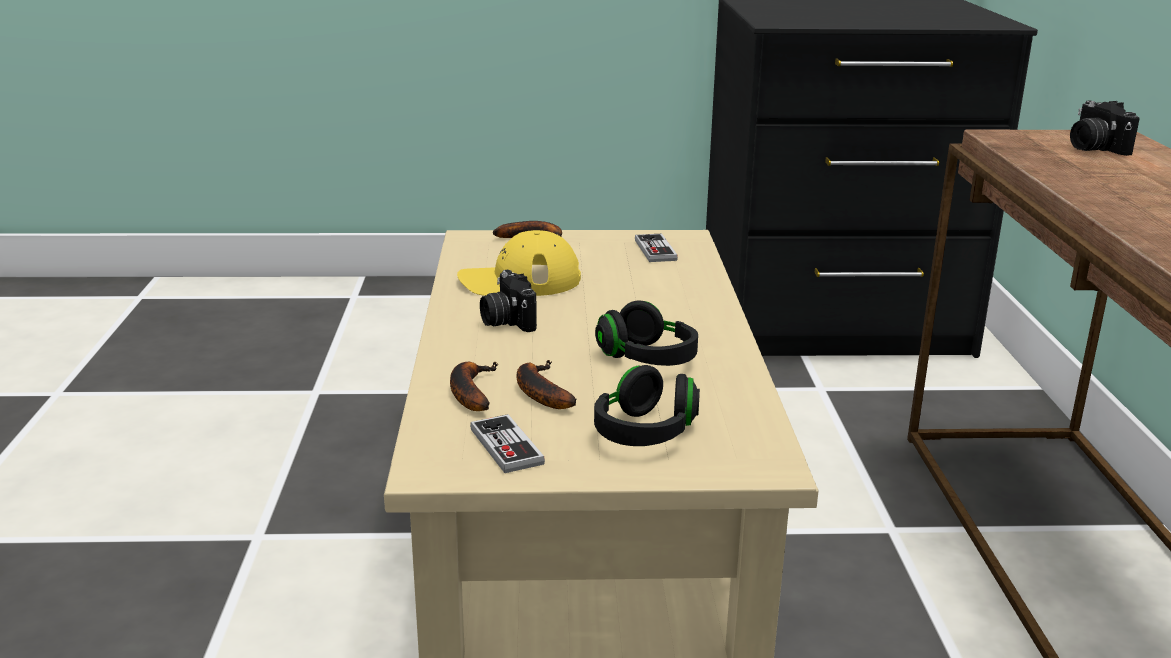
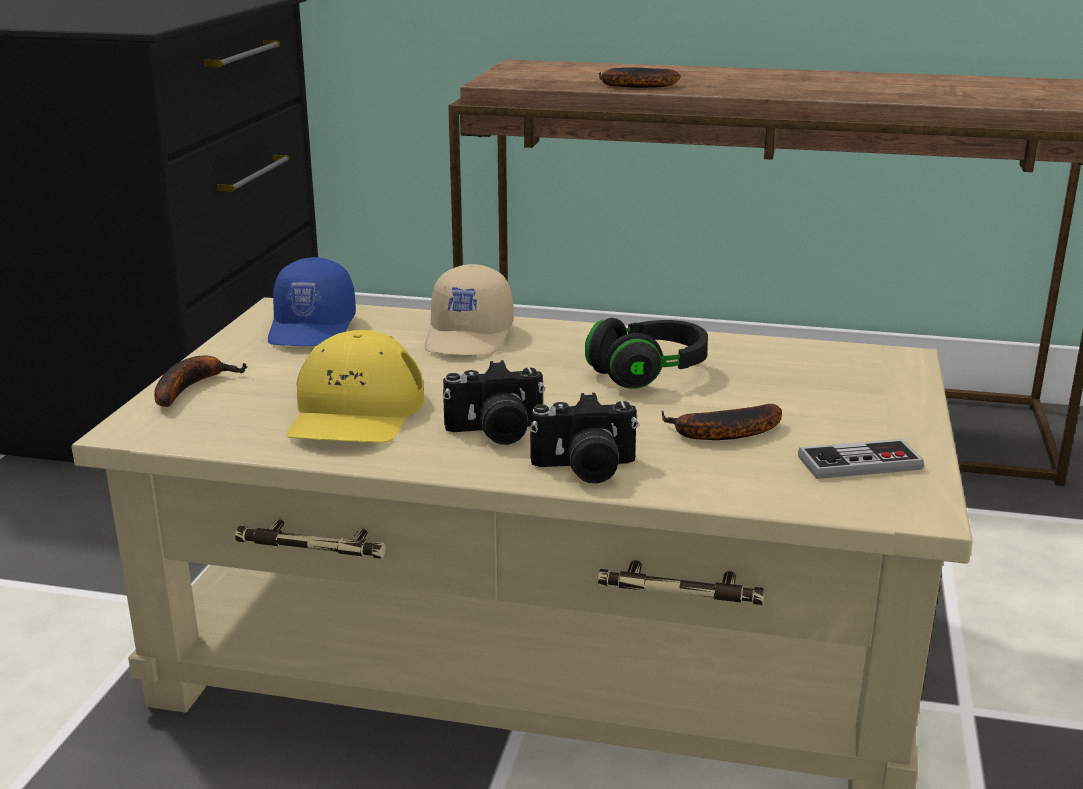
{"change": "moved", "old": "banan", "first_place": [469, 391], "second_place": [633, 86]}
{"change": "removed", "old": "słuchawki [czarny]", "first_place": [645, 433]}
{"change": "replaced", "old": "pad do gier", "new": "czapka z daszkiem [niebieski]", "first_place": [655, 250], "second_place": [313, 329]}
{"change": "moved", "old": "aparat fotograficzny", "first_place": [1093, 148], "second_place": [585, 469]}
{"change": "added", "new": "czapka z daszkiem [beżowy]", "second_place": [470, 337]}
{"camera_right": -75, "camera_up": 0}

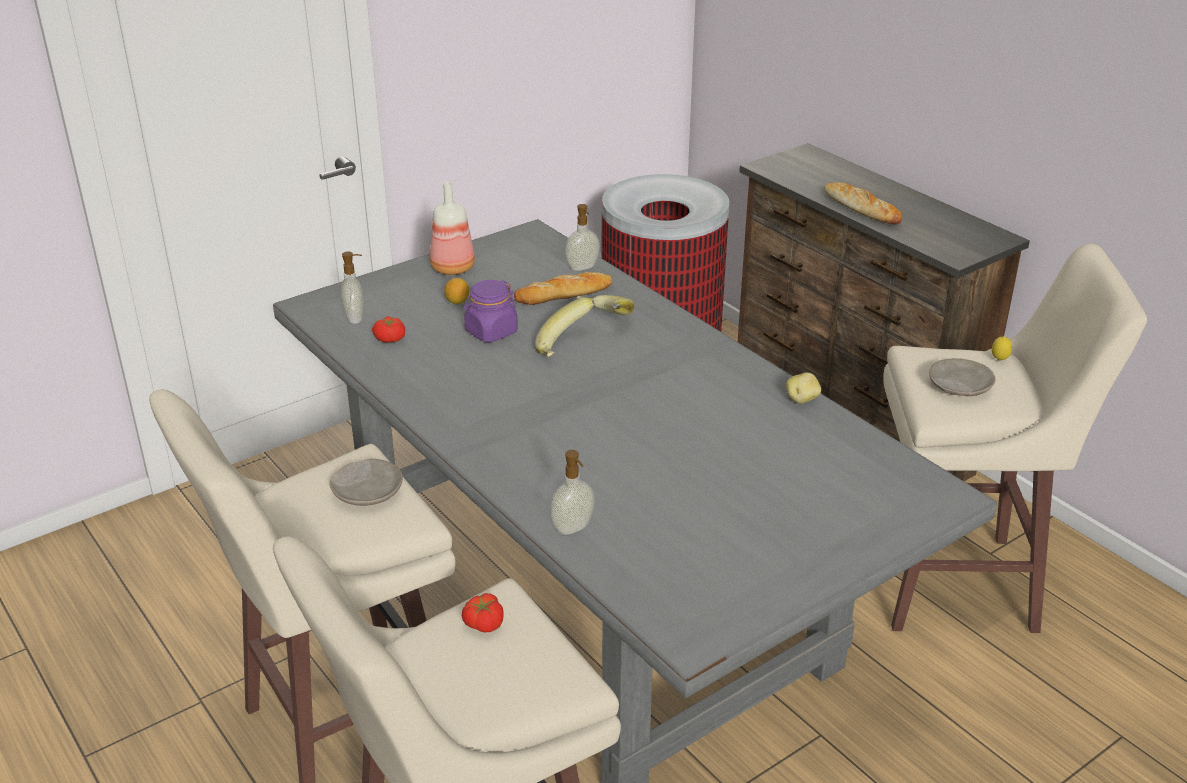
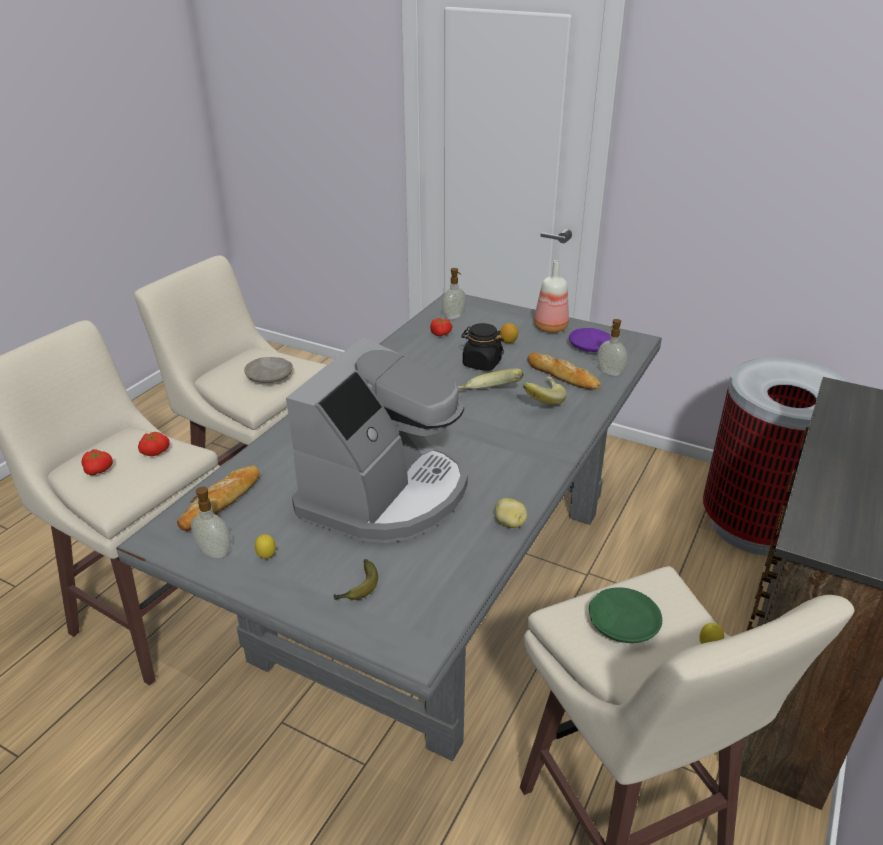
{"change": "recoloured", "old": "słoik [fioletowy]", "new": "słoik [czarny]", "first_place": [491, 332], "second_place": [481, 363]}
{"change": "moved", "old": "dozownik mydła", "first_place": [573, 528], "second_place": [213, 553]}
{"change": "moved", "old": "chleb", "first_place": [861, 208], "second_place": [222, 501]}
{"change": "recoloured", "old": "talerz [beżowy]", "new": "talerz [zielony]", "first_place": [959, 386], "second_place": [623, 623]}
{"change": "added", "new": "pomidor", "second_place": [99, 470]}
{"change": "added", "new": "cytryna", "second_place": [267, 557]}
{"change": "added", "new": "ekspres do kawy", "second_place": [386, 493]}
{"change": "added", "new": "banan", "second_place": [358, 588]}
{"change": "added", "new": "talerz [fioletowy]", "second_place": [591, 346]}
{"camera_right": 65, "camera_up": 0}

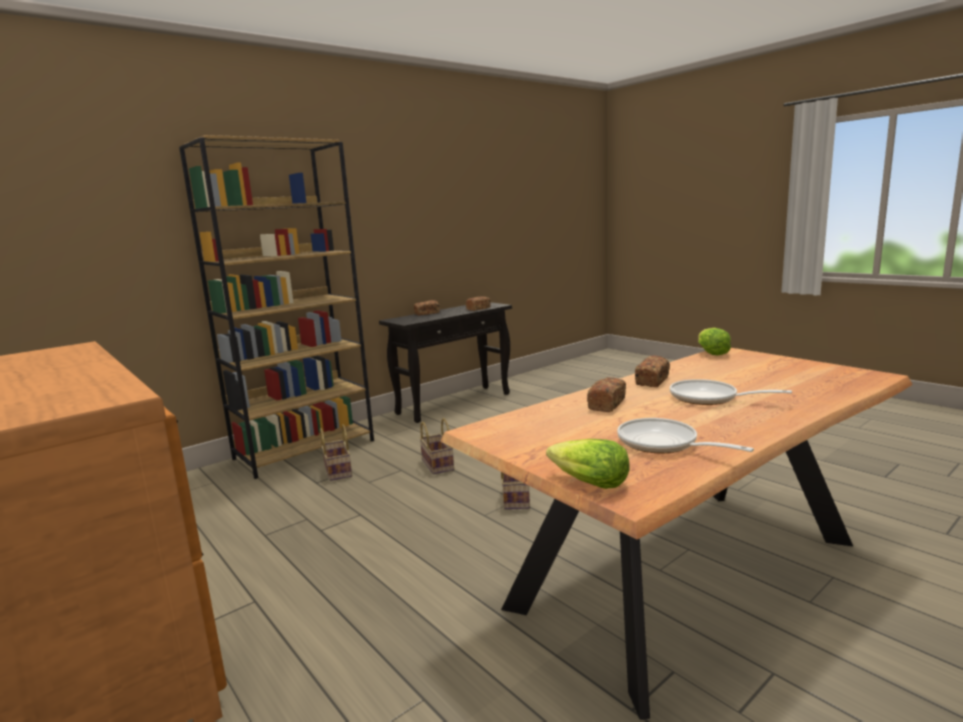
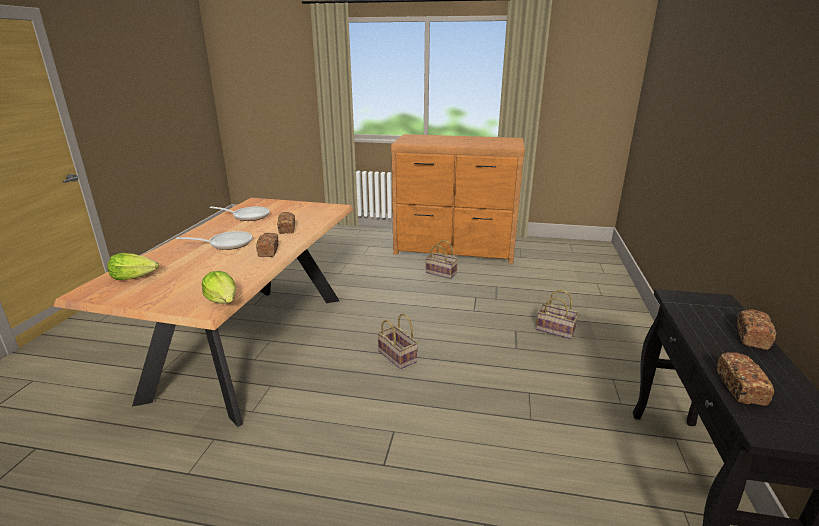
{"change": "removed", "old": "regał [brązowy]", "first_place": [305, 449]}
{"change": "moved", "old": "koszyk", "first_place": [436, 464], "second_place": [442, 273]}
{"change": "moved", "old": "sałata", "first_place": [589, 483], "second_place": [135, 277]}
{"camera_right": 140, "camera_up": 10}

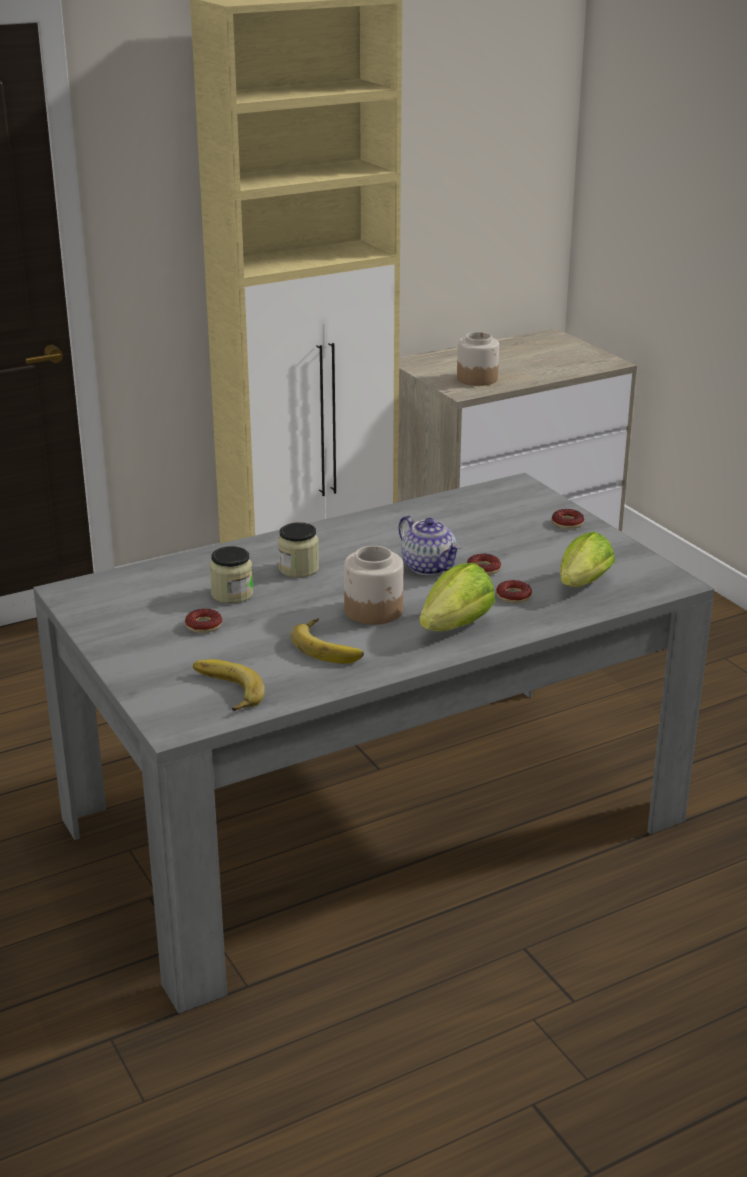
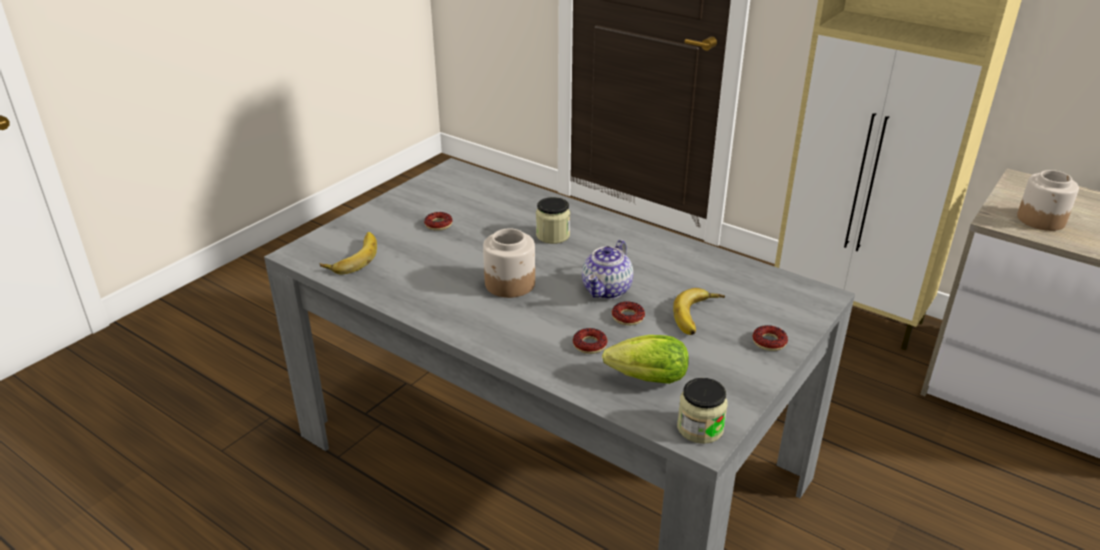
{"change": "moved", "old": "słoik", "first_place": [232, 594], "second_place": [700, 428]}
{"change": "moved", "old": "banan", "first_place": [330, 646], "second_place": [699, 316]}
{"change": "removed", "old": "sałata", "first_place": [456, 625]}
{"camera_right": 65, "camera_up": 5}

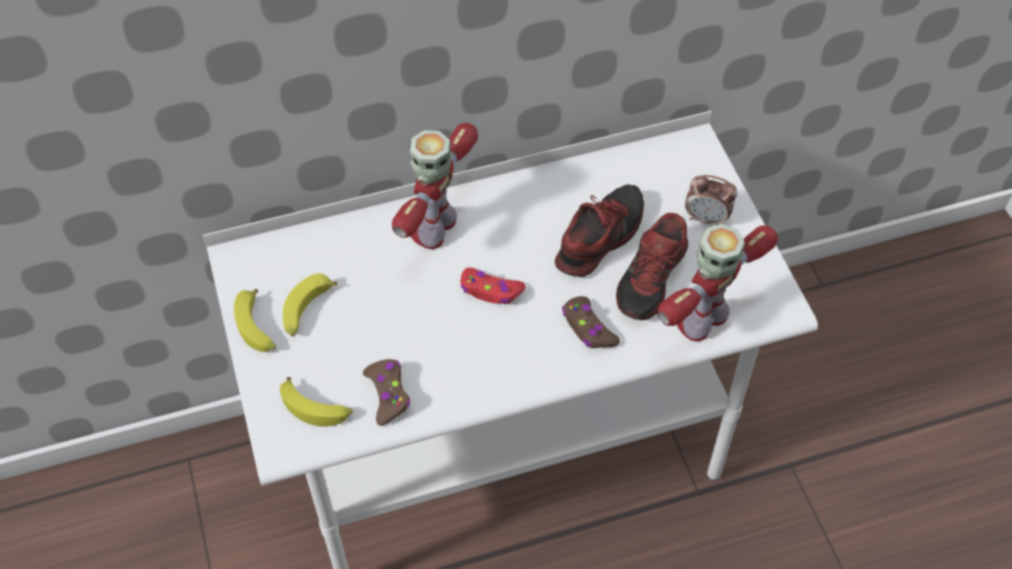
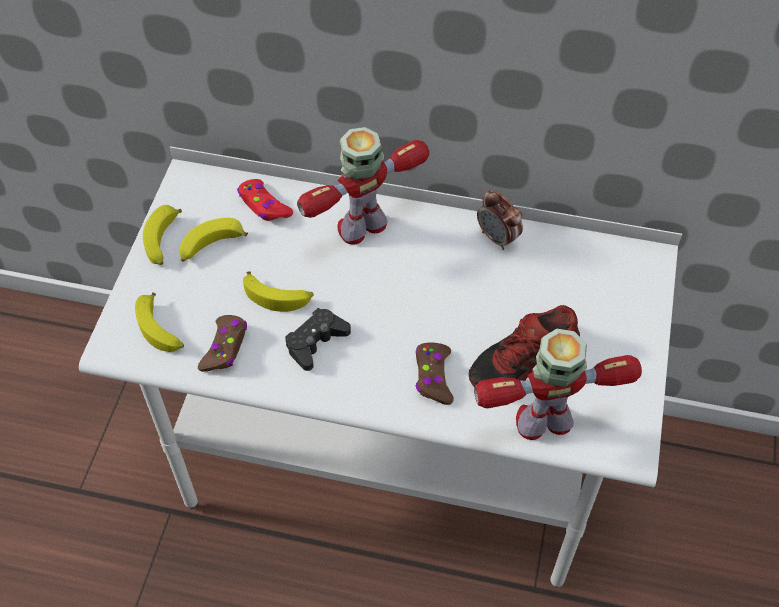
{"change": "moved", "old": "pad do gier [czerwony]", "first_place": [490, 291], "second_place": [264, 206]}
{"change": "removed", "old": "but", "first_place": [599, 237]}
{"change": "moved", "old": "budzik", "first_place": [706, 218], "second_place": [497, 238]}
{"change": "added", "new": "banan", "second_place": [278, 296]}
{"change": "added", "new": "pad do gier [czarny]", "second_place": [316, 342]}
{"camera_right": 30, "camera_up": 0}

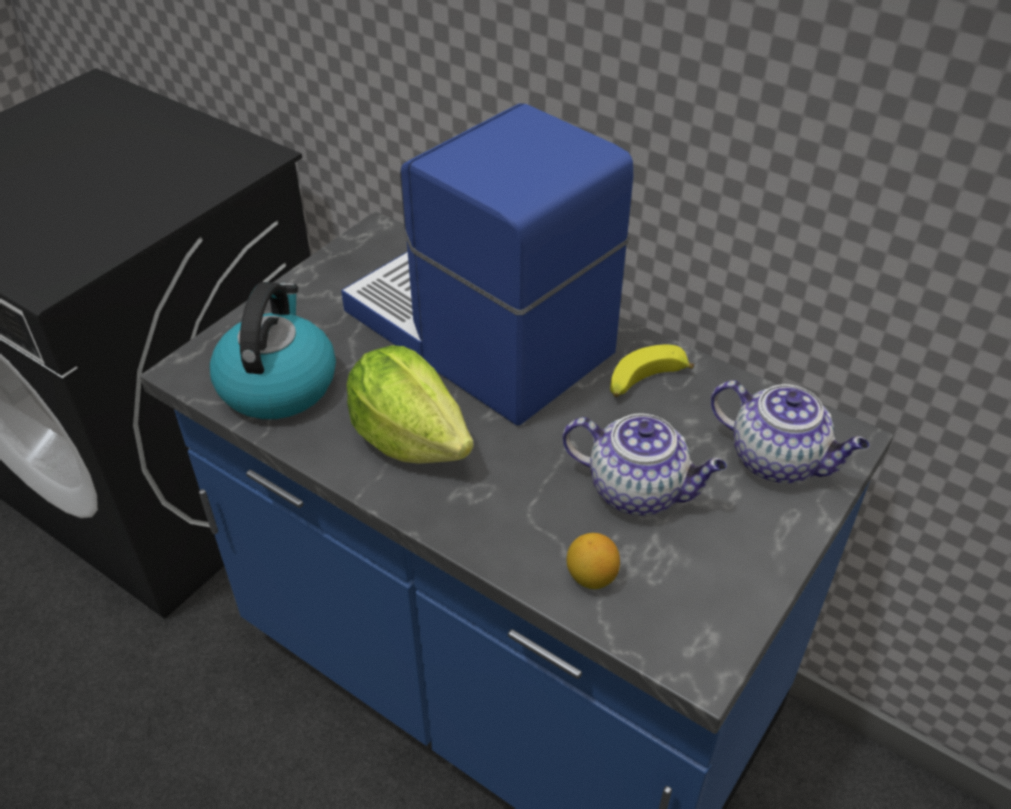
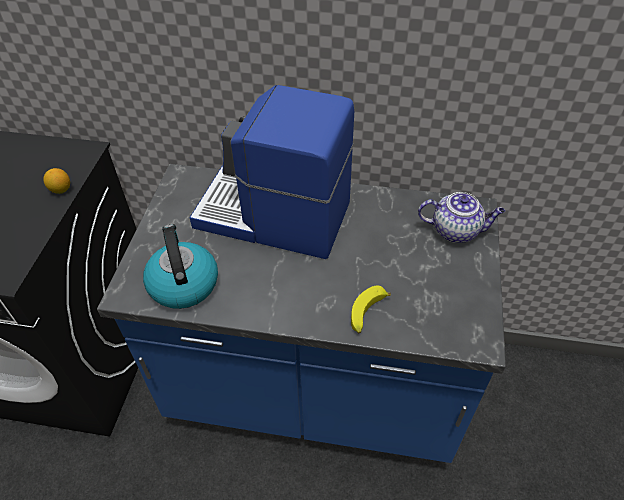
{"change": "removed", "old": "sałata", "first_place": [409, 438]}
{"change": "removed", "old": "imbryk", "first_place": [639, 490]}
{"change": "moved", "old": "cytryna", "first_place": [591, 577], "second_place": [61, 190]}
{"change": "moved", "old": "banan", "first_place": [645, 382], "second_place": [367, 314]}
{"camera_right": -25, "camera_up": 5}

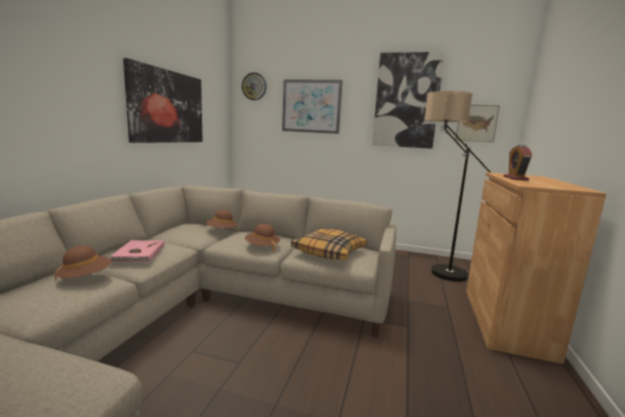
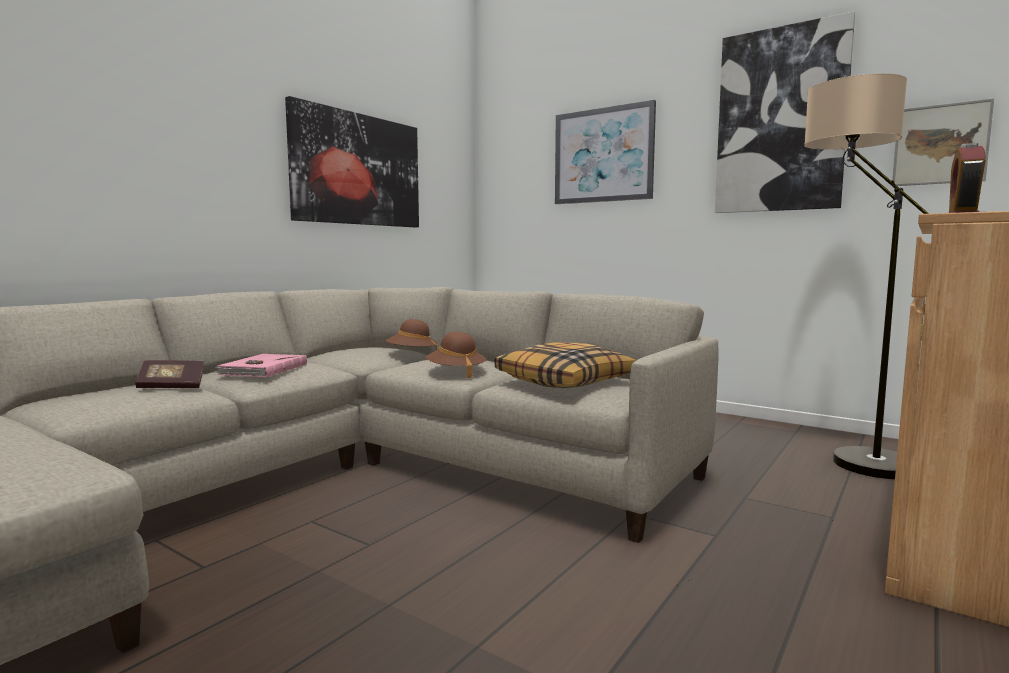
{"change": "replaced", "old": "kapelusz [brązowy]", "new": "książka", "first_place": [85, 278], "second_place": [172, 387]}
{"change": "removed", "old": "zegar ścienny", "first_place": [254, 86]}
{"camera_right": 20, "camera_up": -5}

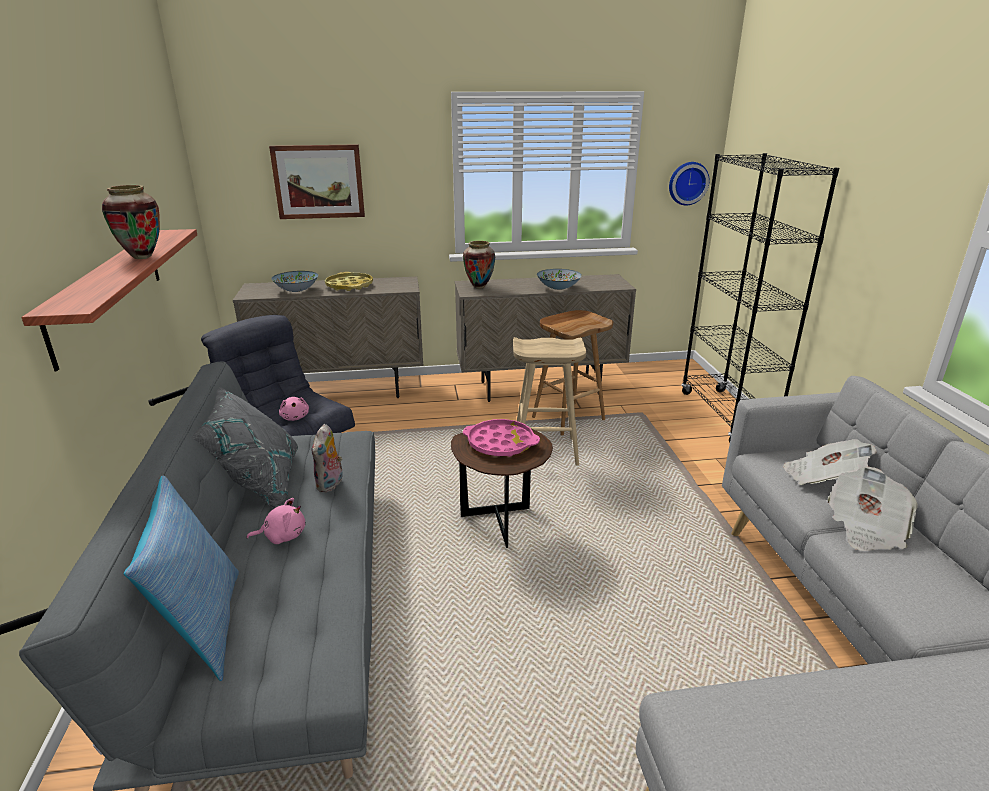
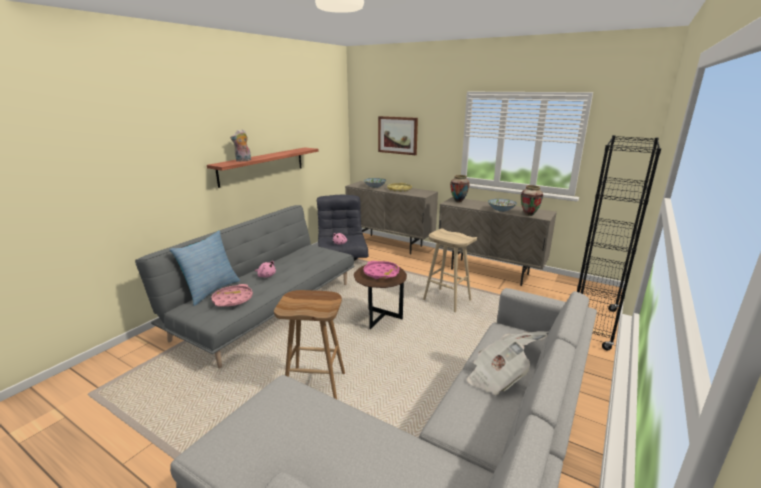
{"change": "moved", "old": "wazon", "first_place": [142, 257], "second_place": [529, 215]}
{"change": "removed", "old": "poduszka [szary]", "first_place": [257, 483]}
{"change": "moved", "old": "pluszak", "first_place": [330, 484], "second_place": [243, 160]}
{"change": "moved", "old": "stołek [brązowy]", "first_place": [568, 418], "second_place": [316, 385]}
{"change": "removed", "old": "zegar ścienny", "first_place": [687, 183]}
{"change": "added", "new": "taca [różowy]", "second_place": [232, 299]}
{"camera_right": 40, "camera_up": -5}

